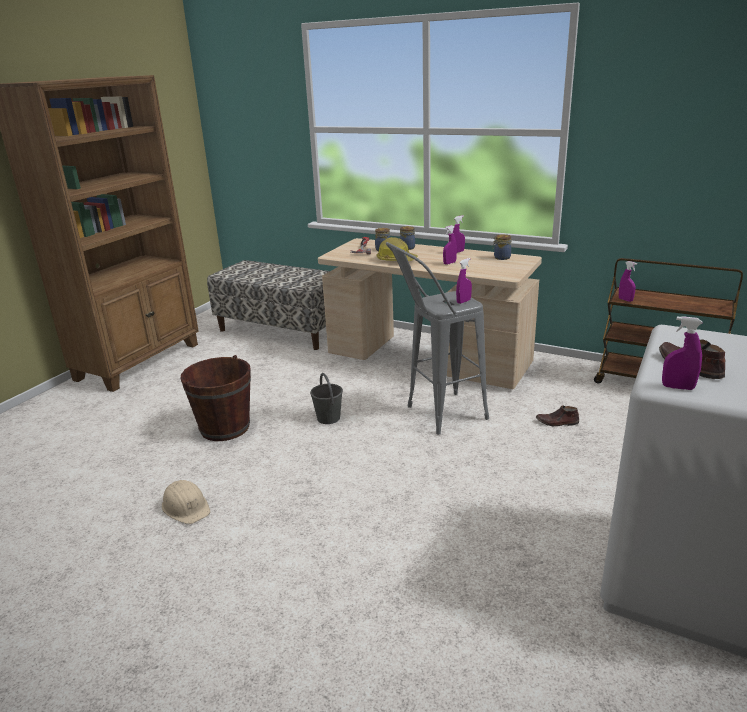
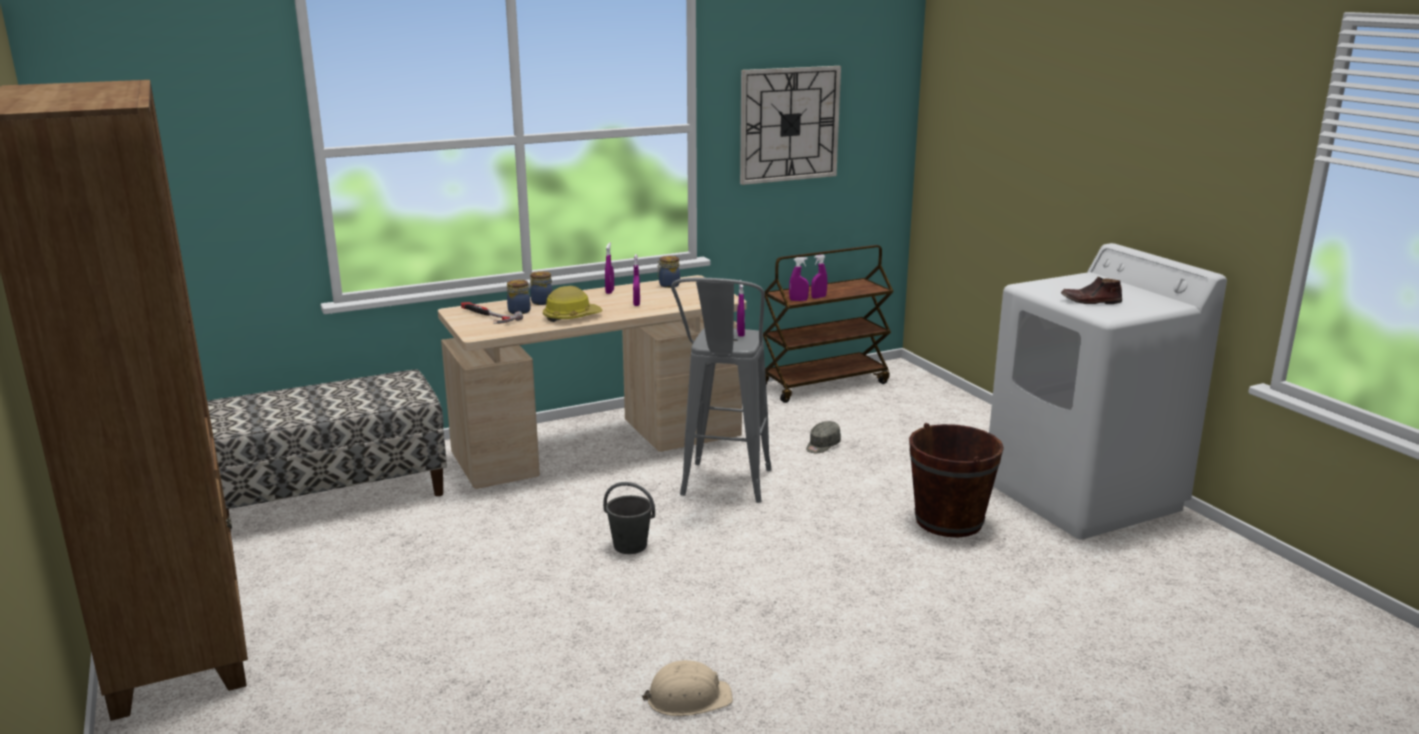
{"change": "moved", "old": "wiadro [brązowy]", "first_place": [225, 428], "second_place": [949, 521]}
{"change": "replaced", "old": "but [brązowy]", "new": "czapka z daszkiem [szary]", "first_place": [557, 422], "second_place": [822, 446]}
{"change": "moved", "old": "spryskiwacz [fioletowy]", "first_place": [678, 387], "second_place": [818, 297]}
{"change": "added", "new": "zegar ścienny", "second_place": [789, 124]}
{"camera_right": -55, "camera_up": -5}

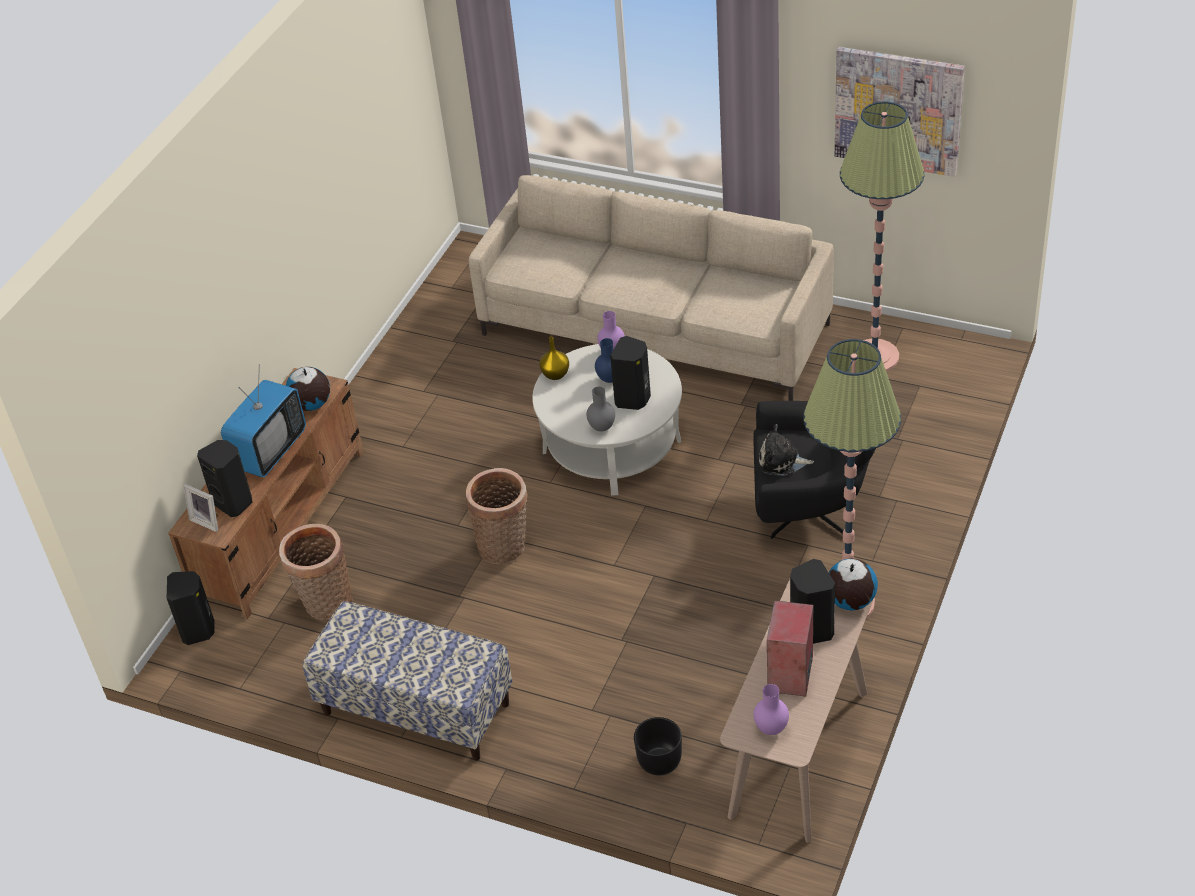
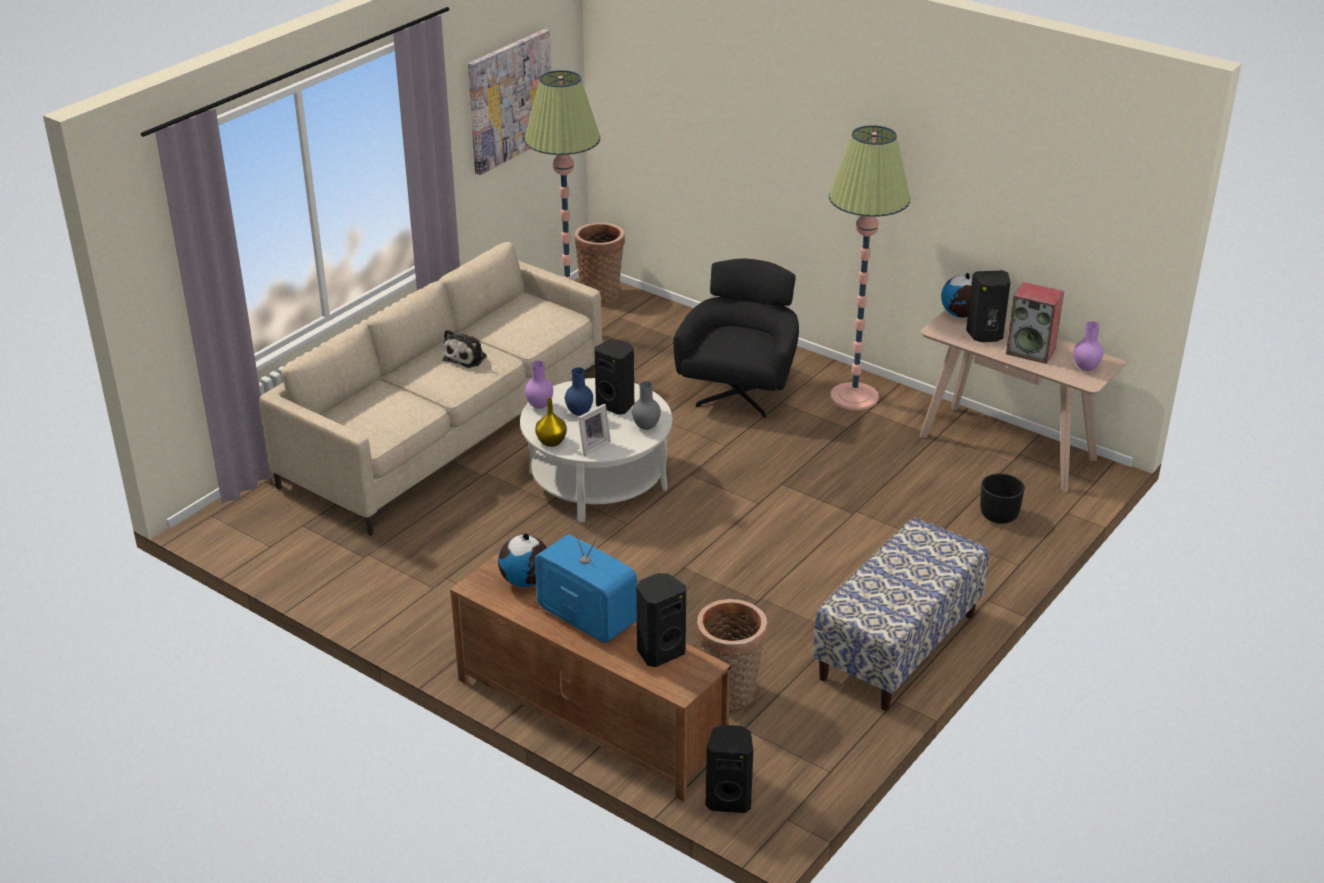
{"change": "moved", "old": "ramka na zdjęcie", "first_place": [208, 521], "second_place": [592, 446]}
{"change": "moved", "old": "koszyk", "first_place": [505, 547], "second_place": [600, 294]}
{"change": "moved", "old": "pluszak", "first_place": [782, 461], "second_place": [467, 357]}
{"camera_right": -80, "camera_up": -10}

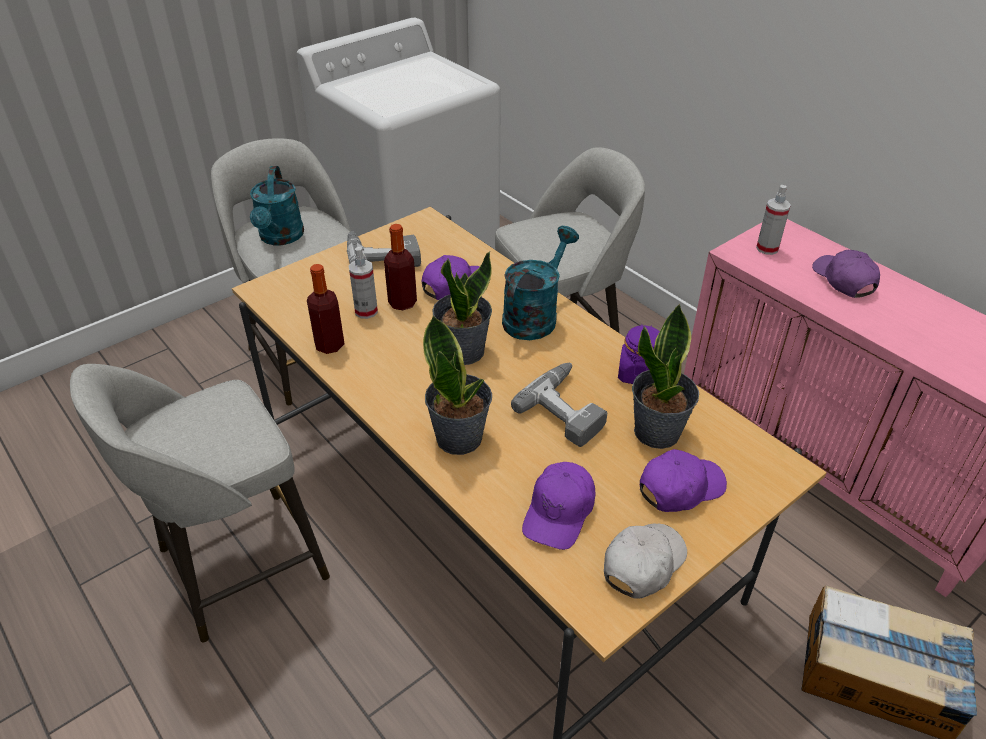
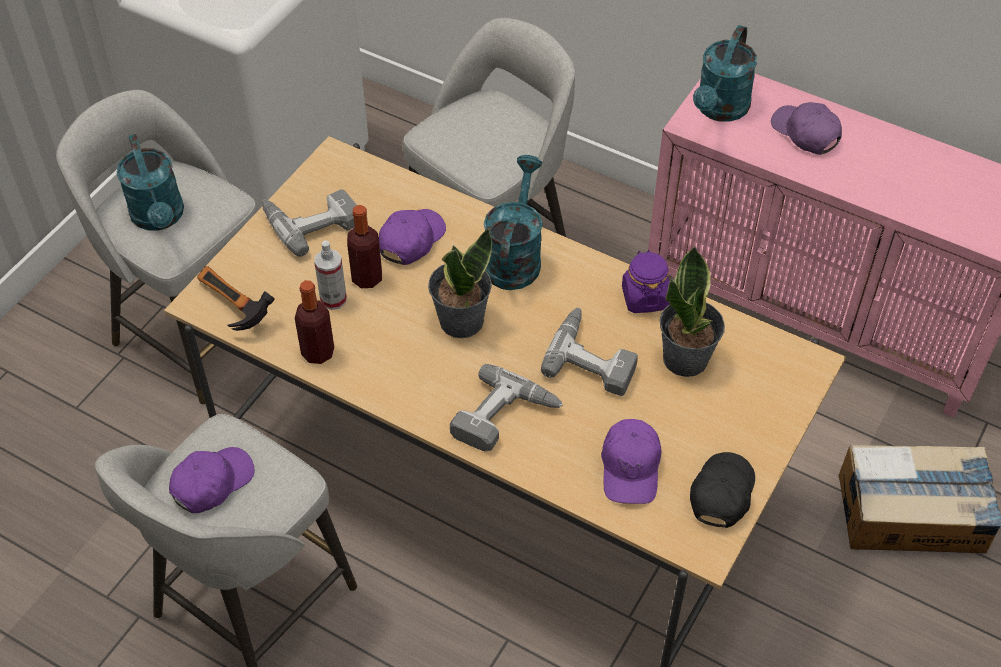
{"change": "replaced", "old": "roślina doniczkowa", "new": "wiertarka", "first_place": [460, 437], "second_place": [505, 419]}
{"change": "recoloured", "old": "czapka z daszkiem [biały]", "new": "czapka z daszkiem [czarny]", "first_place": [643, 564], "second_place": [721, 494]}
{"change": "moved", "old": "czapka z daszkiem [fioletowy]", "first_place": [680, 488], "second_place": [211, 483]}
{"change": "replaced", "old": "spryskiwacz", "new": "konewka [turkusowy]", "first_place": [767, 248], "second_place": [719, 110]}
{"change": "added", "new": "młotek", "second_place": [229, 309]}
{"camera_right": -20, "camera_up": 10}

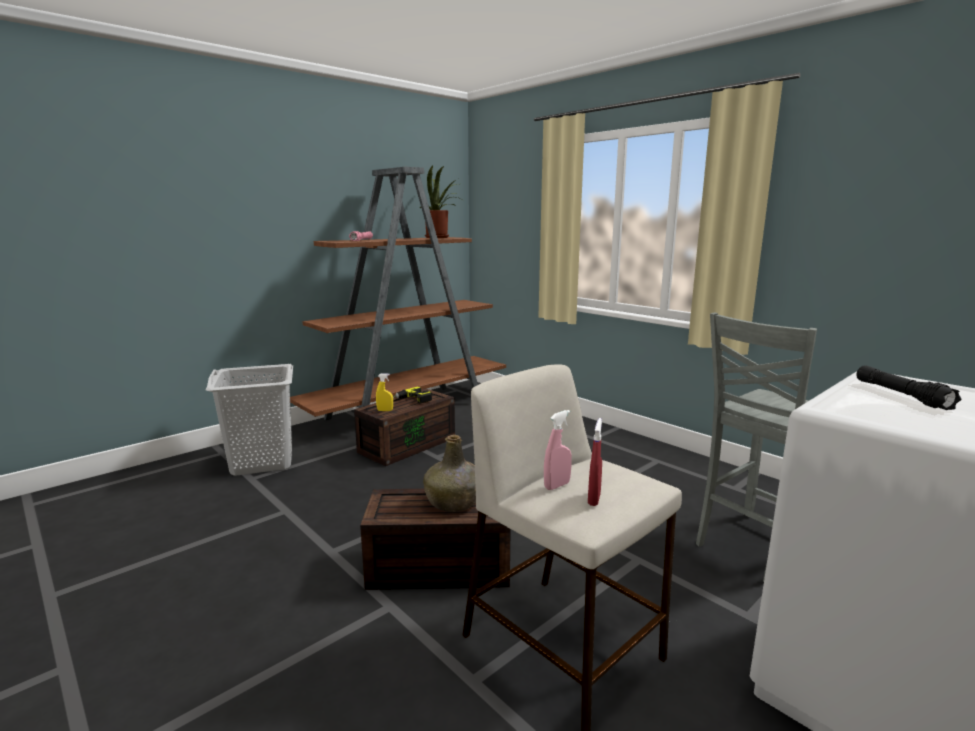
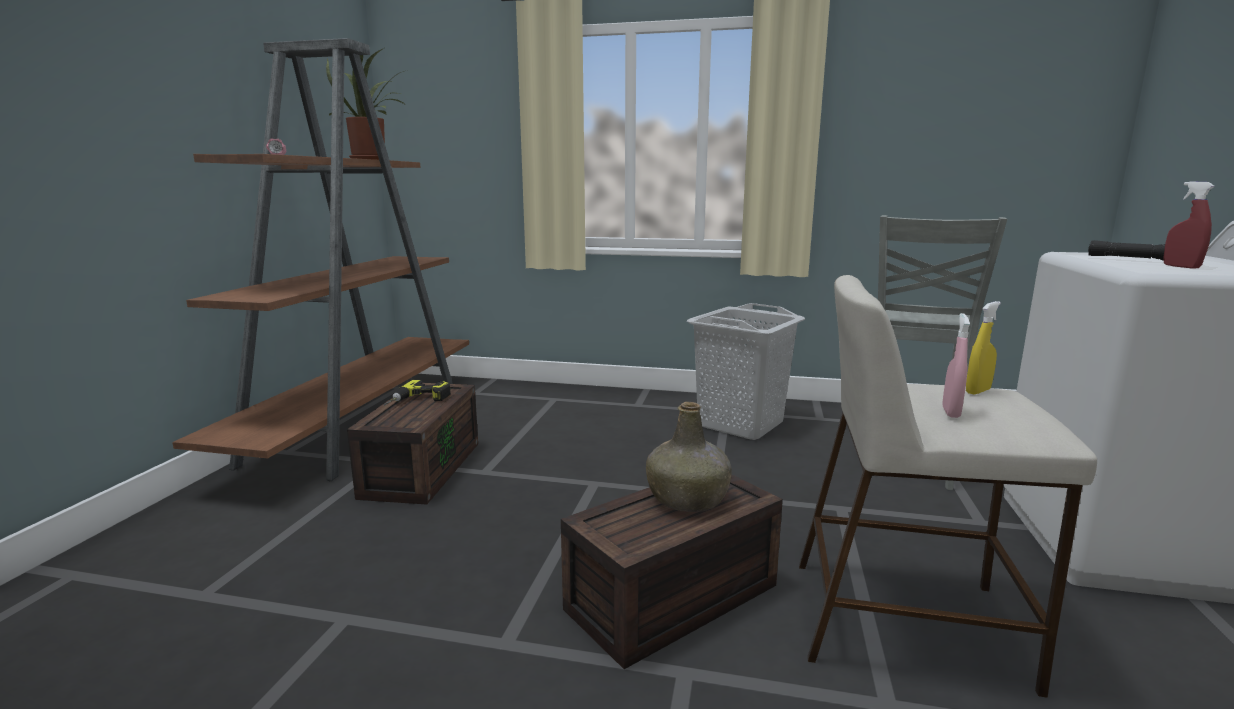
{"change": "moved", "old": "kosz na pranie [szary]", "first_place": [262, 462], "second_place": [739, 424]}
{"change": "moved", "old": "spryskiwacz [żółty]", "first_place": [385, 410], "second_place": [978, 391]}
{"change": "moved", "old": "spryskiwacz [czerwony]", "first_place": [594, 499], "second_place": [1181, 267]}
{"camera_right": -35, "camera_up": 0}

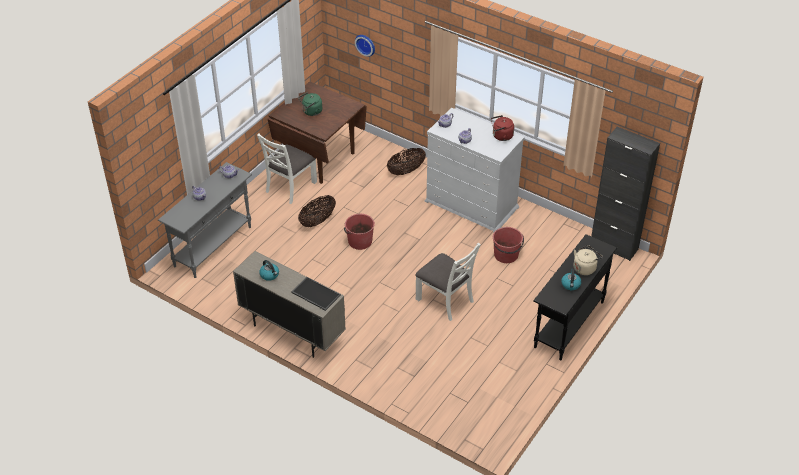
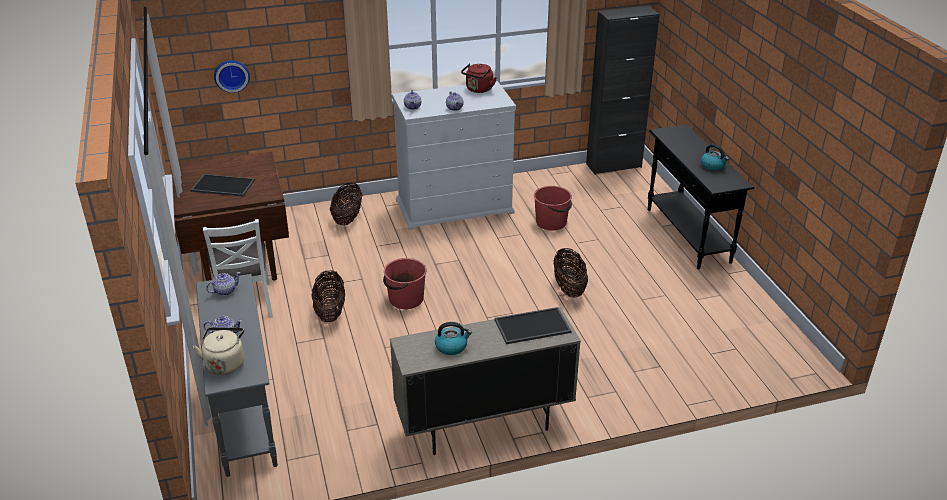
{"change": "replaced", "old": "czajnik [zielony]", "new": "taca", "first_place": [311, 112], "second_place": [222, 186]}
{"change": "replaced", "old": "krzesło [biały]", "new": "koszyk", "first_place": [445, 300], "second_place": [569, 288]}
{"change": "moved", "old": "czajnik [beżowy]", "first_place": [585, 268], "second_place": [225, 363]}
{"camera_right": -50, "camera_up": -10}

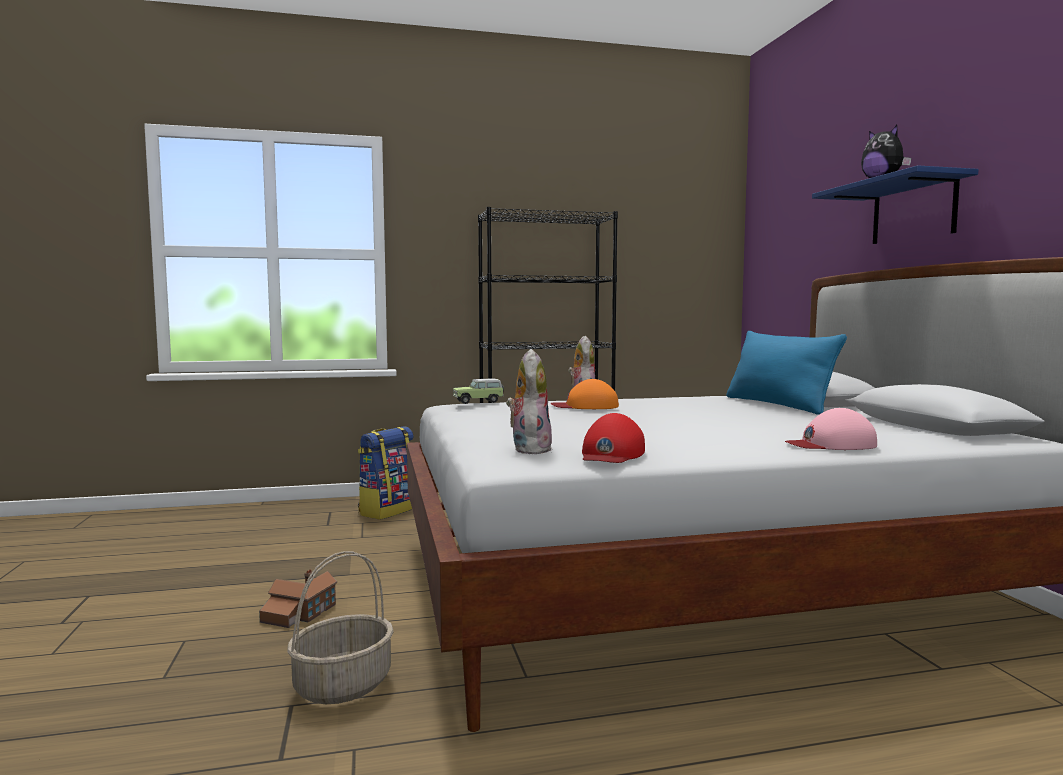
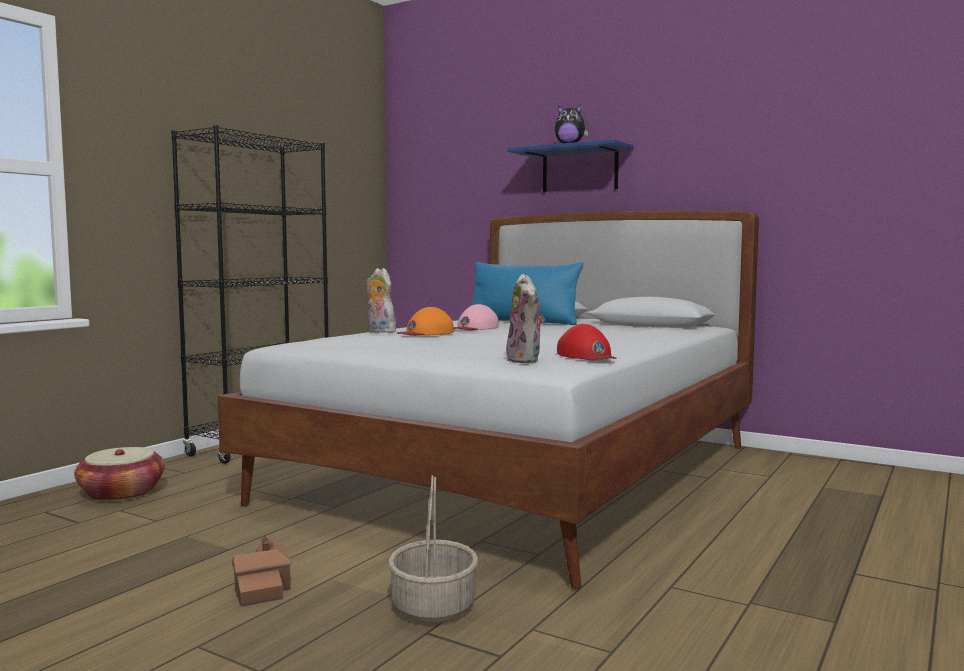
{"change": "replaced", "old": "plecak", "new": "koszyk", "first_place": [388, 510], "second_place": [122, 494]}
{"change": "removed", "old": "samochodzik", "first_place": [480, 402]}
{"change": "turned", "old": "pluszak", "first_place": [529, 449], "second_place": [526, 360], "degrees": -150}
{"change": "moved", "old": "czapka z daszkiem [różowy]", "first_place": [831, 445], "second_place": [475, 328]}
{"camera_right": -45, "camera_up": 0}

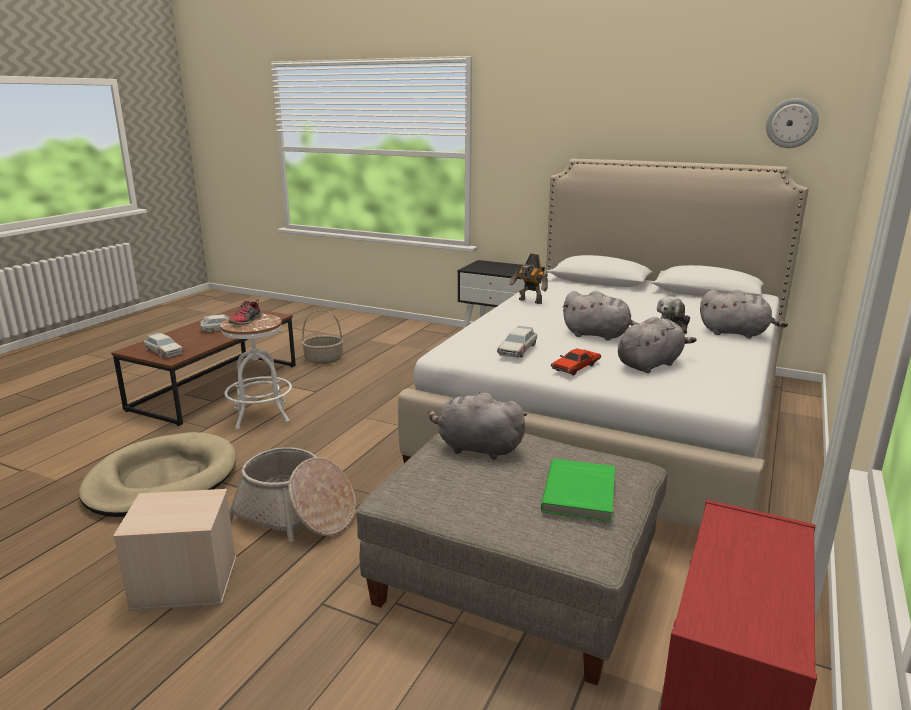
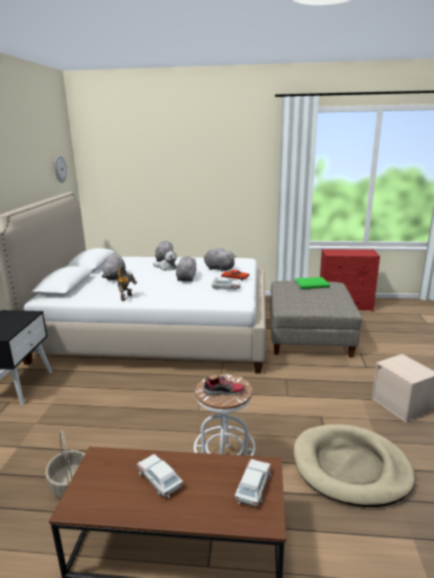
{"change": "removed", "old": "koszyk", "first_place": [296, 515]}
{"change": "moved", "old": "pluszak [szary]", "first_place": [476, 448], "second_place": [115, 278]}
{"camera_right": -110, "camera_up": 0}

